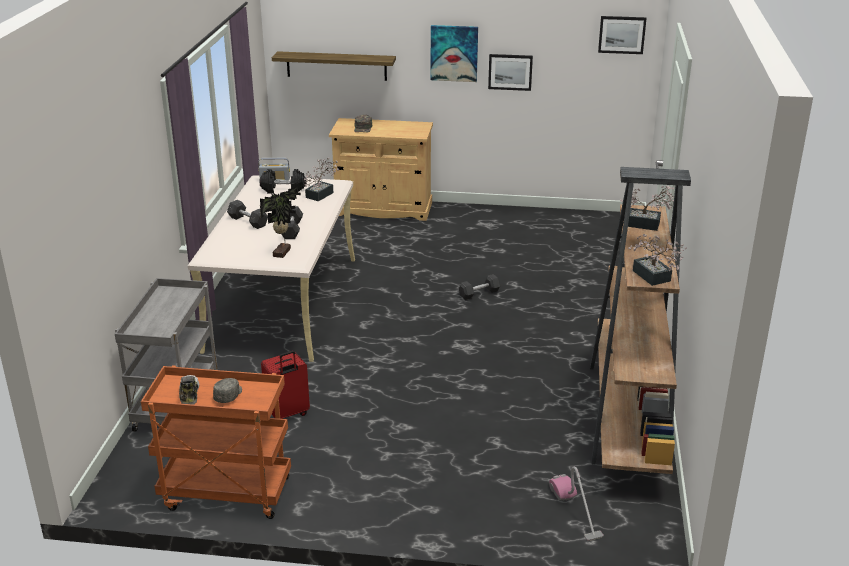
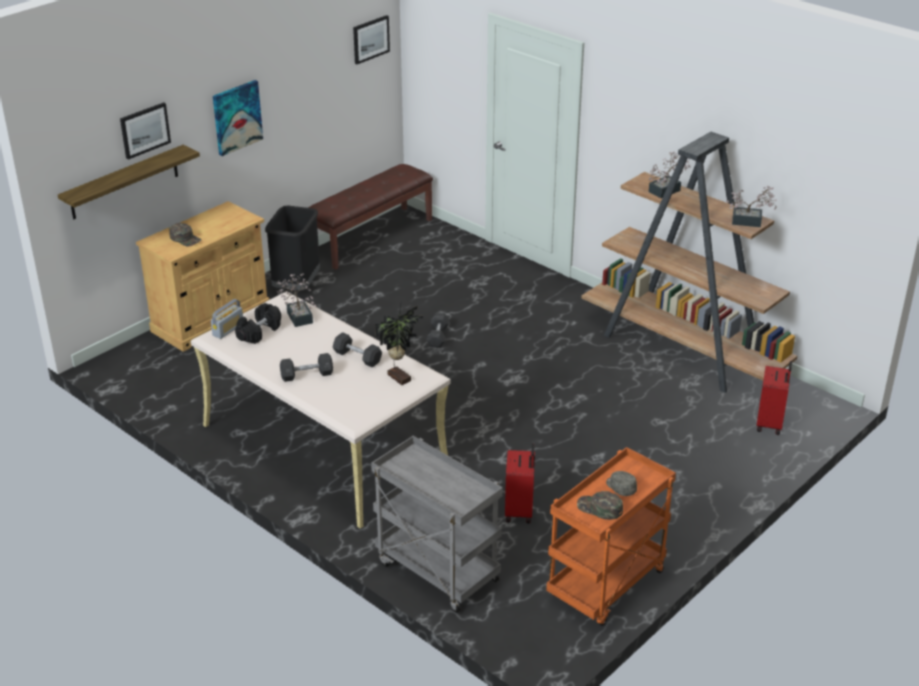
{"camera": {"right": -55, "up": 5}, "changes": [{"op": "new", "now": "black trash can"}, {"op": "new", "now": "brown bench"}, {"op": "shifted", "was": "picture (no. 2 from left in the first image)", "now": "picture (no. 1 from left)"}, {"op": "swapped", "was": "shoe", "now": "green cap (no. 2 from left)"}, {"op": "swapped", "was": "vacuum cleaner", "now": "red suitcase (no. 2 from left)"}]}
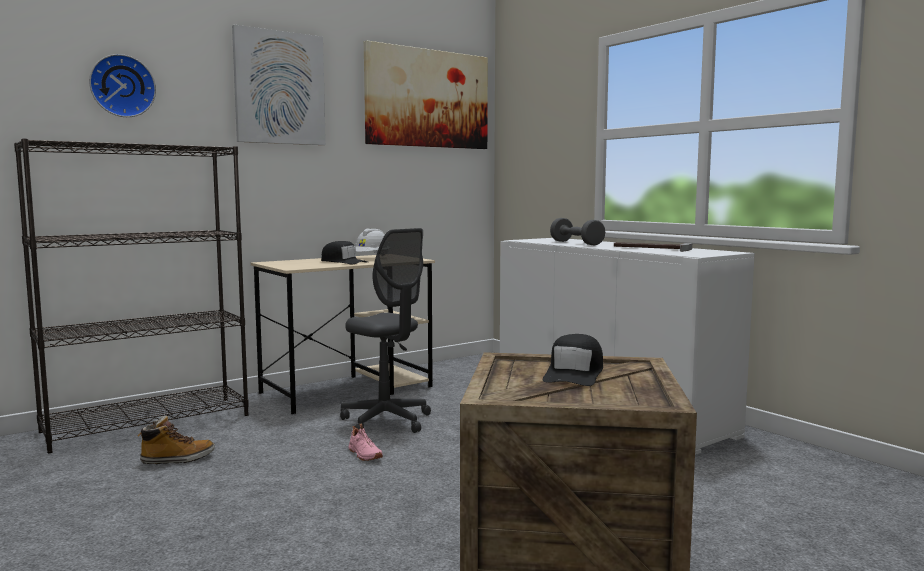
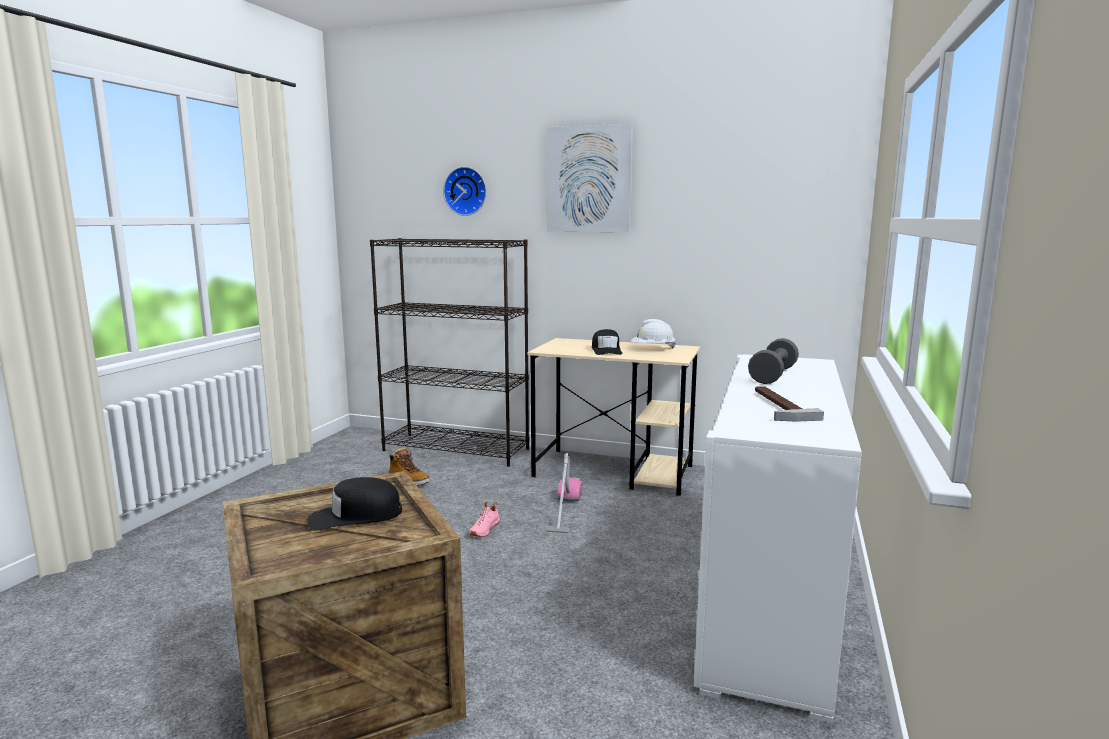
{"camera": {"right": 55, "up": 5}, "changes": [{"op": "gone", "was": "picture (no. 2 from left)"}, {"op": "swapped", "was": "grey office chair", "now": "vacuum cleaner"}]}
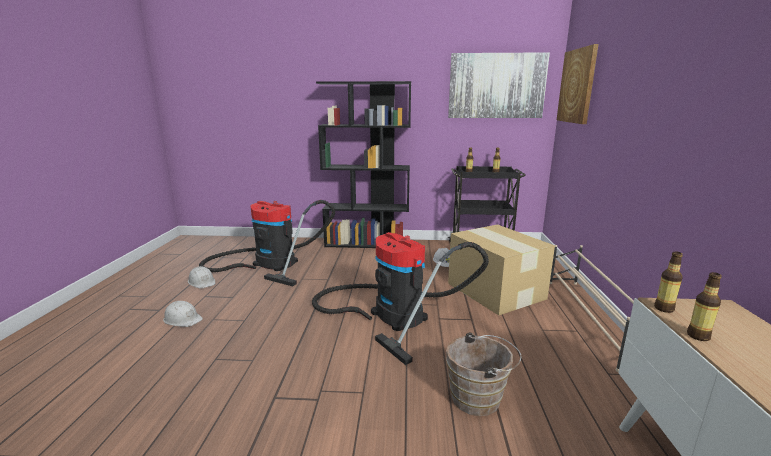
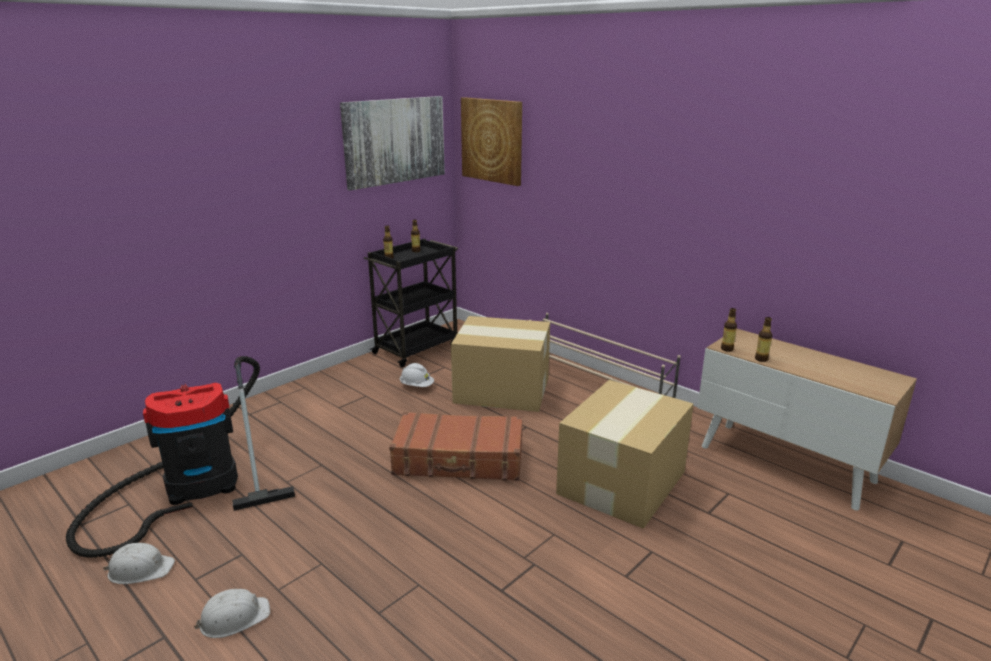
{"camera": {"right": -50, "up": 5}, "changes": [{"op": "gone", "was": "black bookcase"}, {"op": "swapped", "was": "vacuum cleaner (no. 2 from left)", "now": "brown suitcase"}, {"op": "swapped", "was": "brown bucket", "now": "cardboard box (no. 2 from left)"}]}
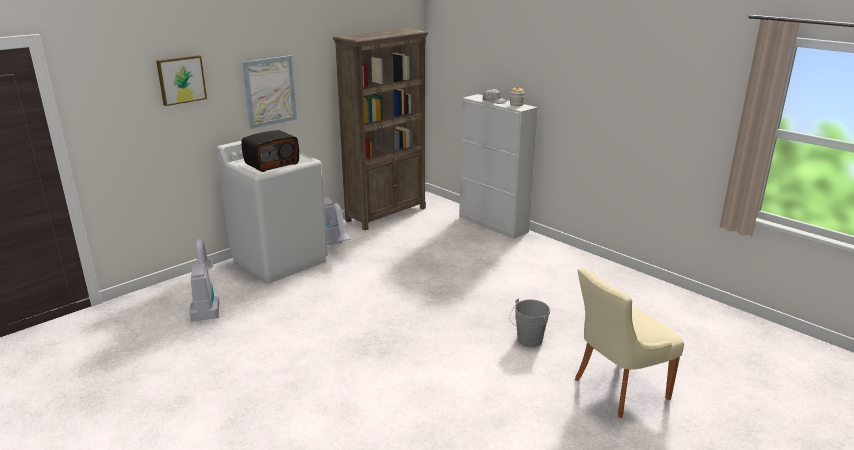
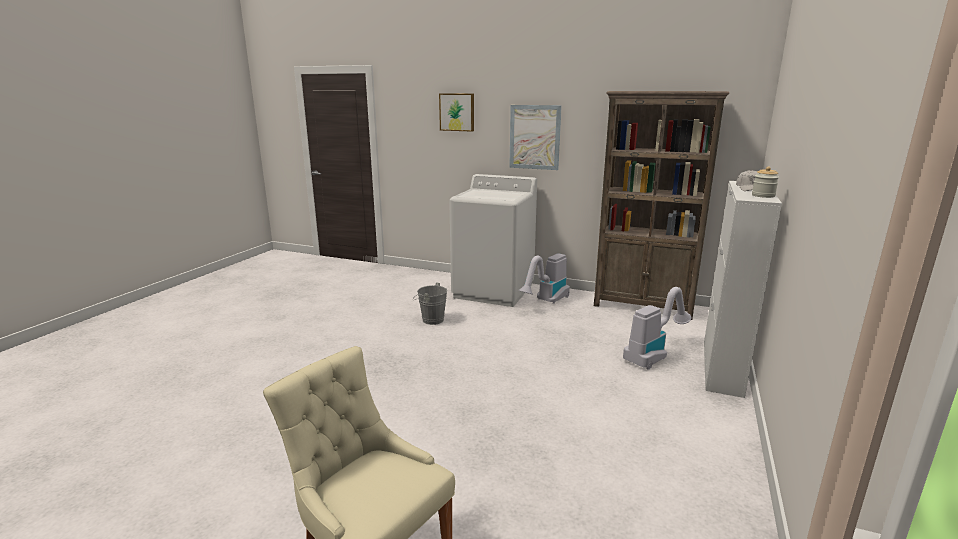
{"camera": {"right": 65, "up": -5}, "changes": [{"op": "gone", "was": "radio"}, {"op": "shifted", "was": "vacuum cleaner (no. 1 from left in the first image)", "now": "vacuum cleaner (no. 2 from left)"}, {"op": "shifted", "was": "grey bucket"}]}
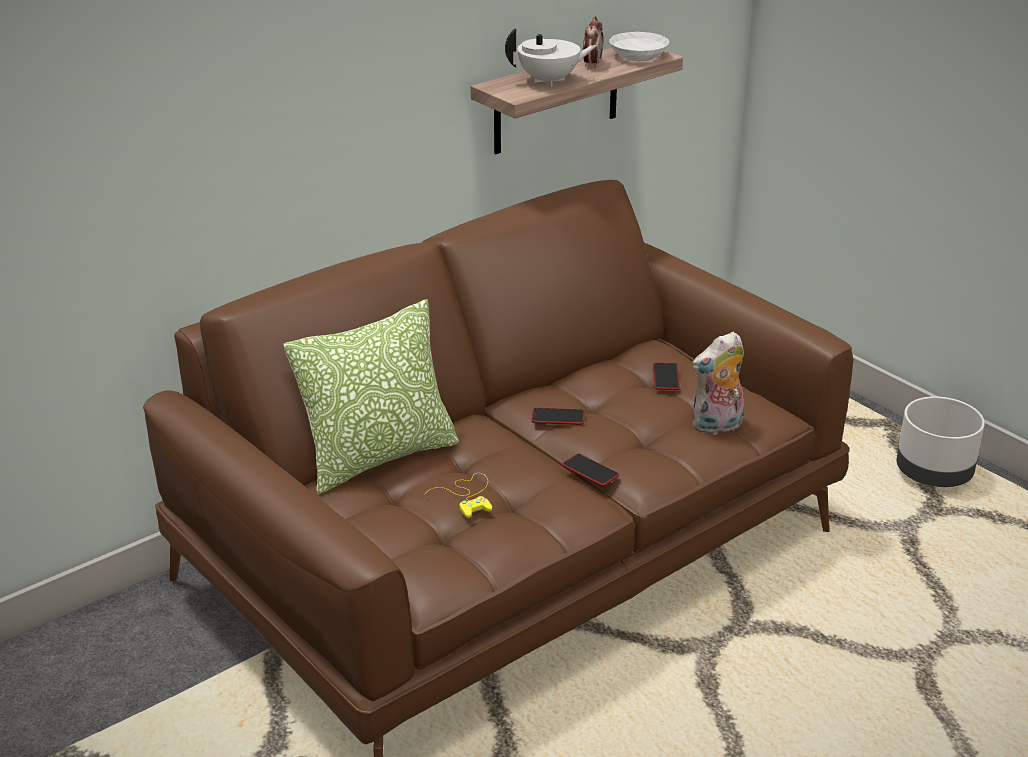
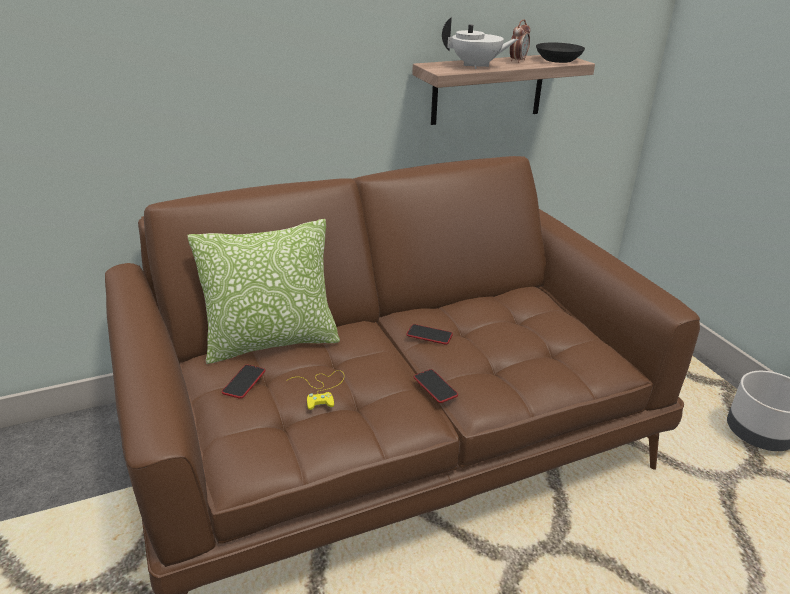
{"camera": {"right": 15, "up": 0}, "changes": [{"op": "gone", "was": "plush toy"}, {"op": "shifted", "was": "phone (no. 3 from left in the first image)", "now": "phone (no. 1 from left)"}, {"op": "repainted", "was": "white bowl", "now": "black bowl"}]}
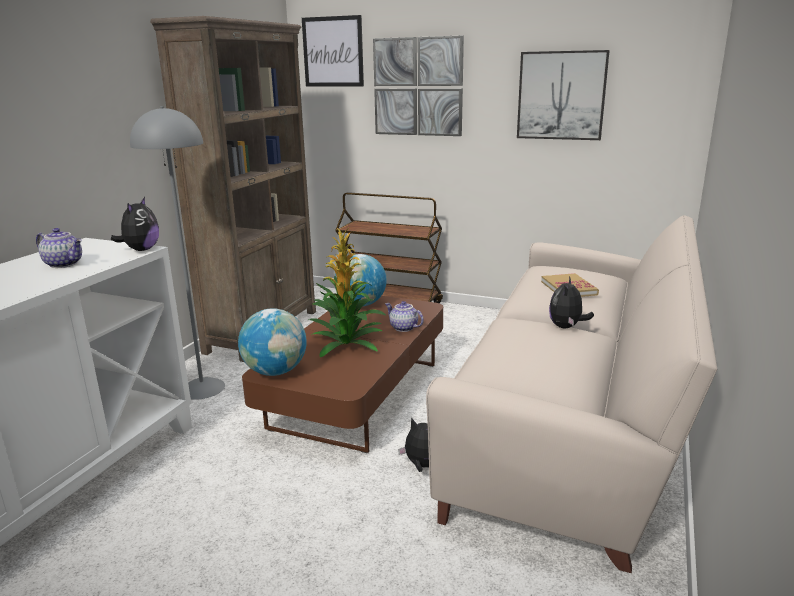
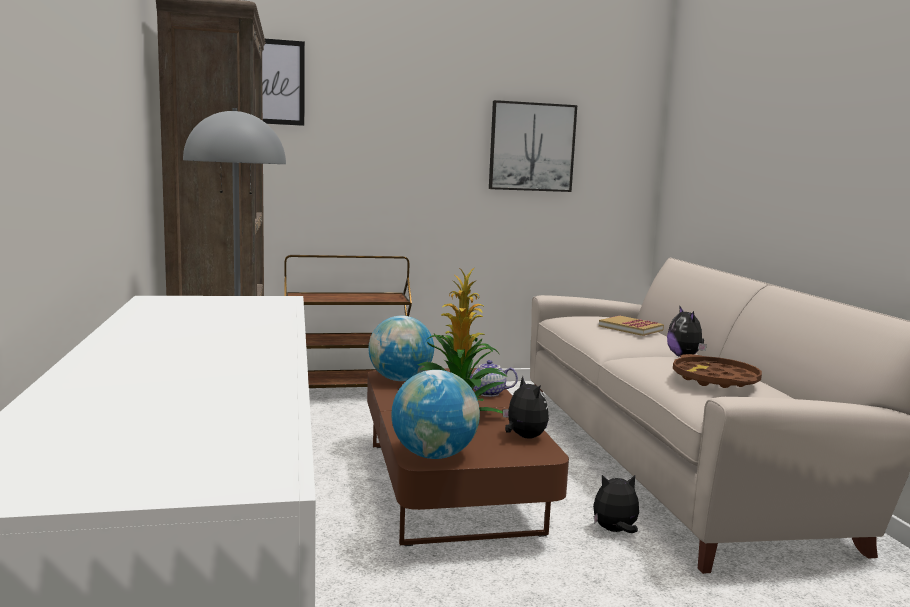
{"camera": {"right": -35, "up": -10}, "changes": [{"op": "gone", "was": "teapot (no. 1 from left)"}, {"op": "gone", "was": "picture (no. 2 from left)"}, {"op": "new", "now": "brown tray"}, {"op": "shifted", "was": "plush toy (no. 1 from left)"}]}
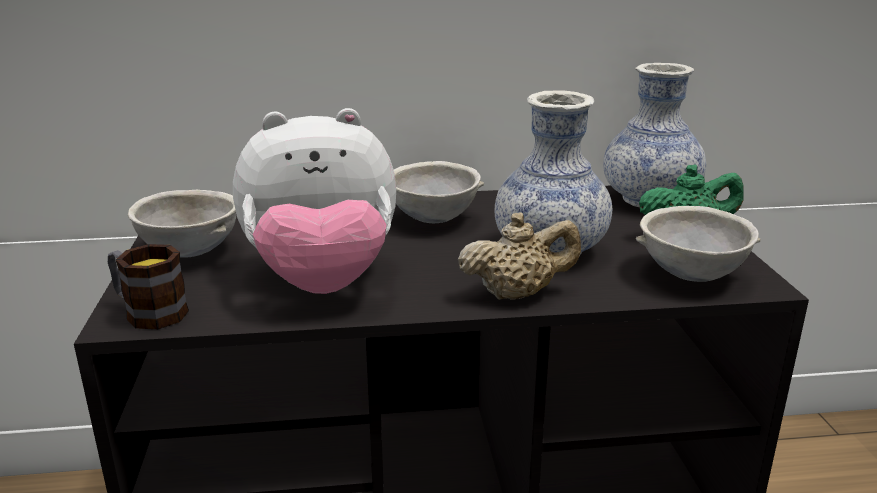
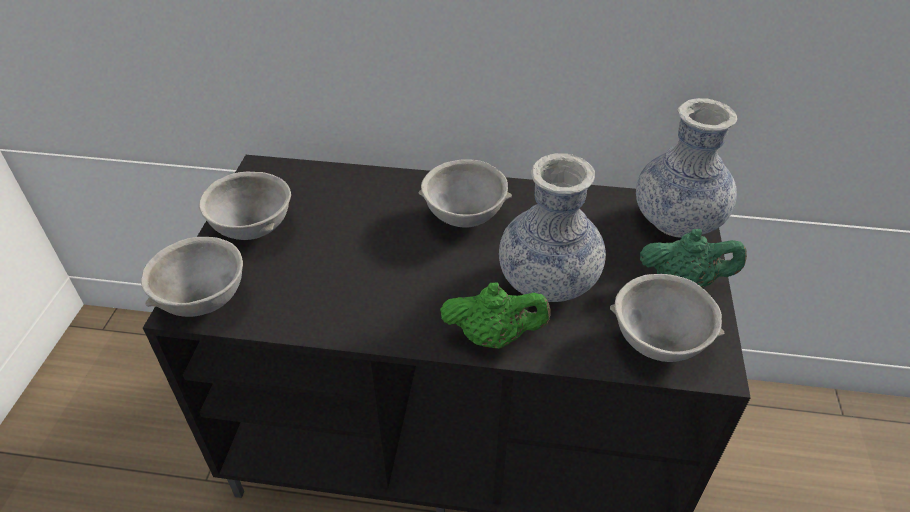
{"camera": {"right": 15, "up": 20}, "changes": [{"op": "gone", "was": "plush toy"}, {"op": "swapped", "was": "mug", "now": "grey bowl (no. 1 from left)"}, {"op": "repainted", "was": "beige teapot", "now": "green teapot (no. 1 from left)"}]}
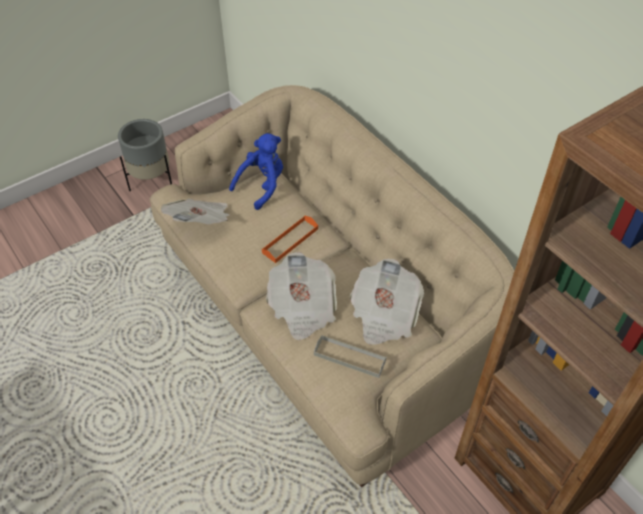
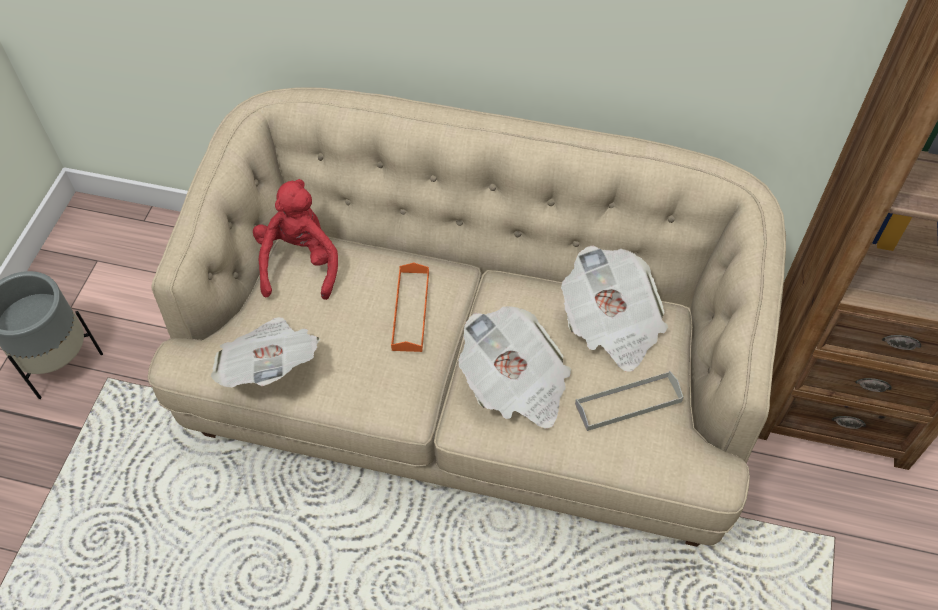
{"camera": {"right": -40, "up": 5}, "changes": [{"op": "repainted", "was": "blue plush toy", "now": "red plush toy"}]}
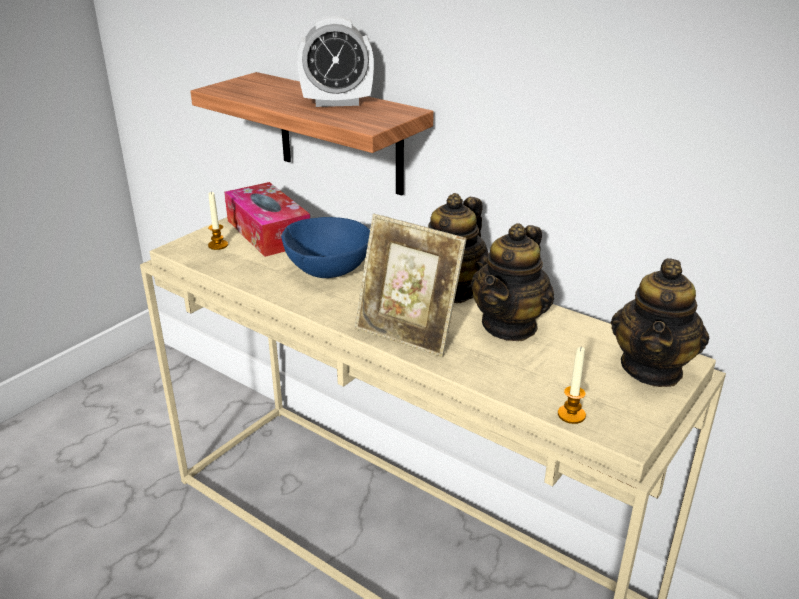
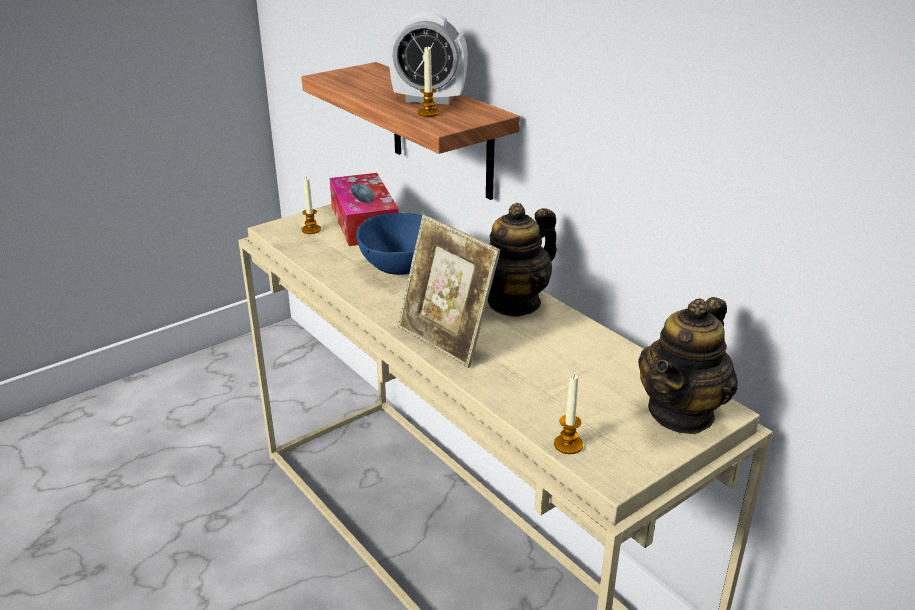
{"camera": {"right": 15, "up": 0}, "changes": [{"op": "gone", "was": "teapot (no. 2 from left)"}, {"op": "new", "now": "candle (no. 2 from left)"}]}
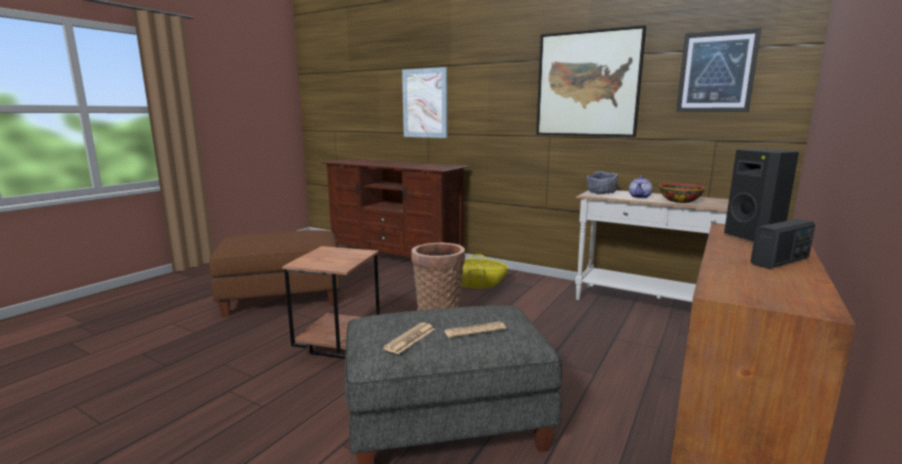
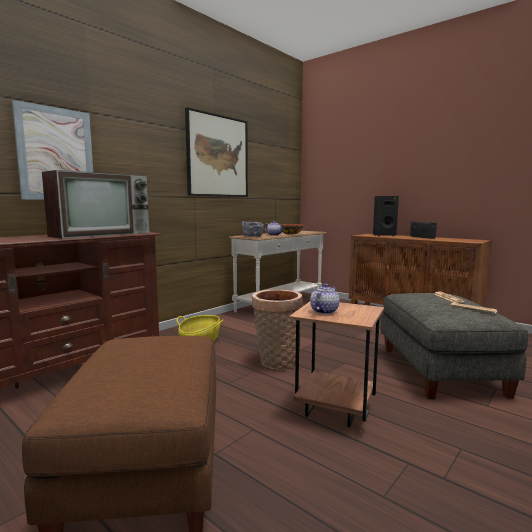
{"camera": {"right": -80, "up": -5}, "changes": [{"op": "gone", "was": "picture (no. 3 from left)"}, {"op": "new", "now": "television"}, {"op": "new", "now": "teapot (no. 2 from left)"}]}
